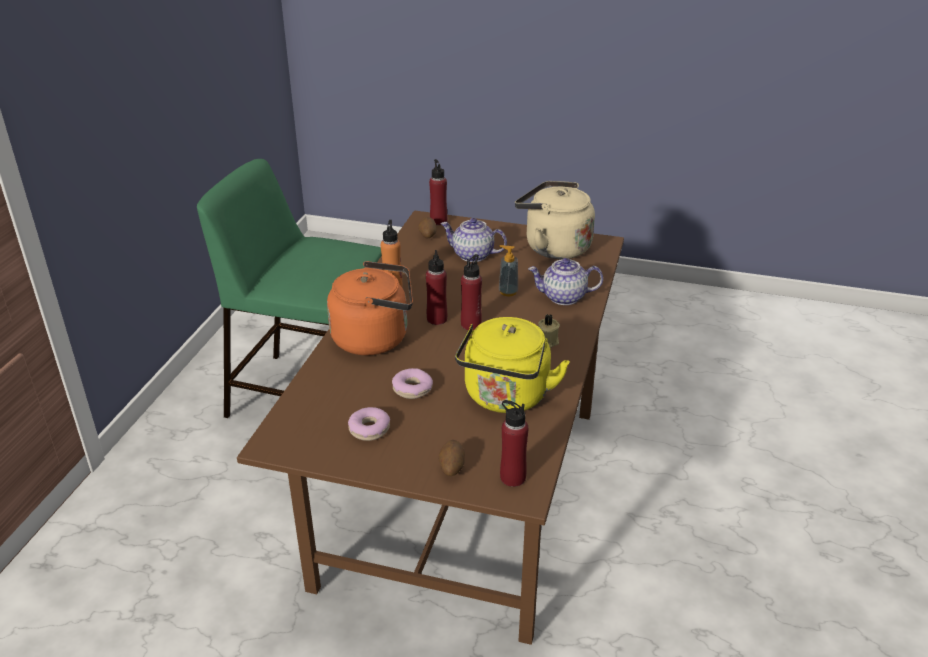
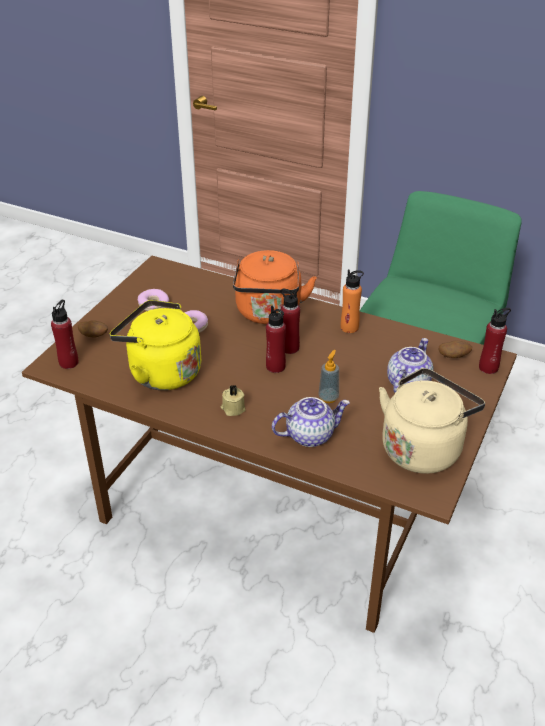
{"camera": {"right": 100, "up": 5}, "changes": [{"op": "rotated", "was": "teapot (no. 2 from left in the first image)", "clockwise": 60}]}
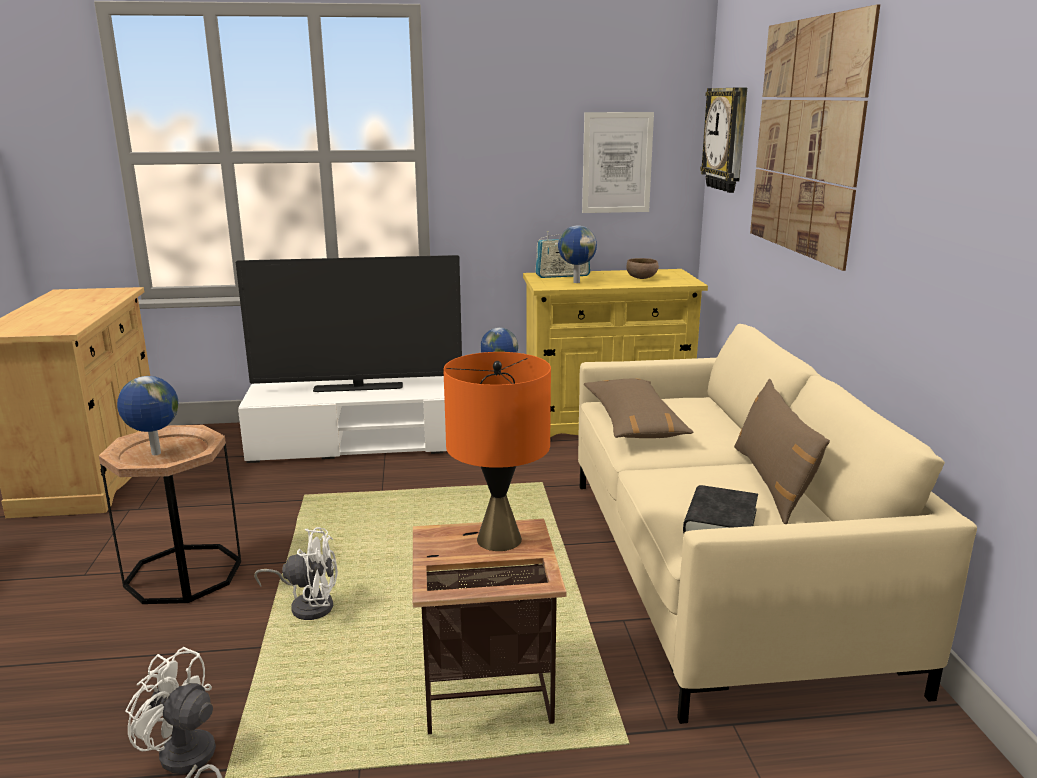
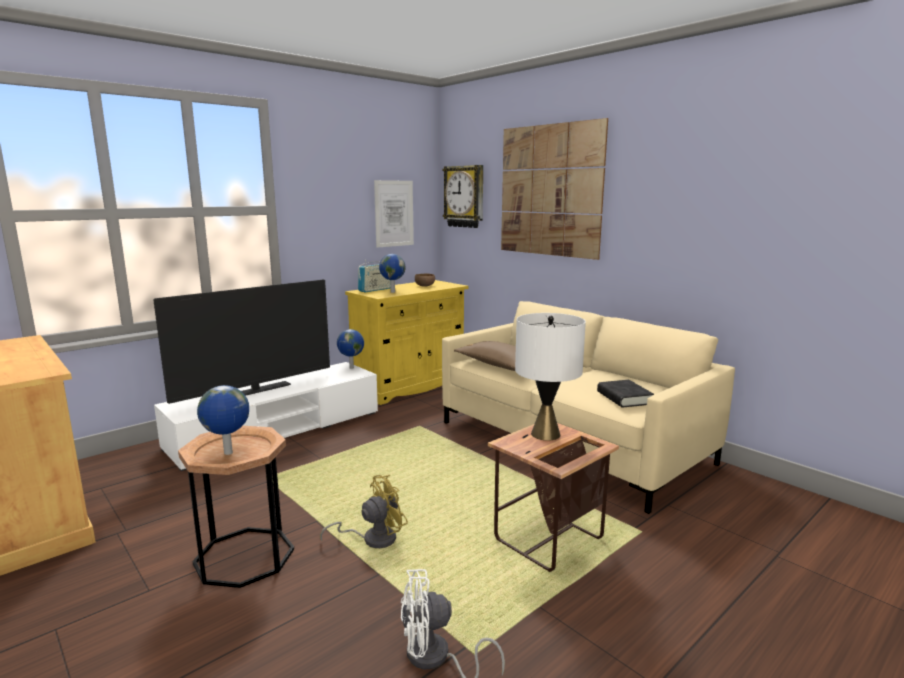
{"camera": {"right": -35, "up": -5}, "changes": [{"op": "gone", "was": "brown pillow (no. 2 from left)"}, {"op": "repainted", "was": "white fan (no. 2 from left)", "now": "yellow fan"}, {"op": "repainted", "was": "orange table lamp", "now": "white table lamp"}]}
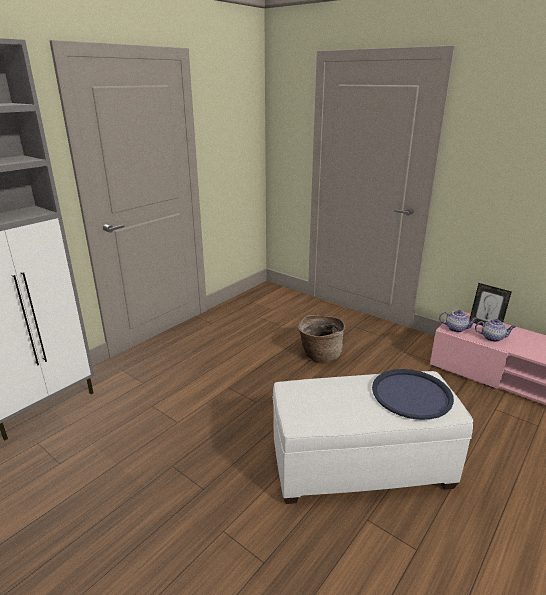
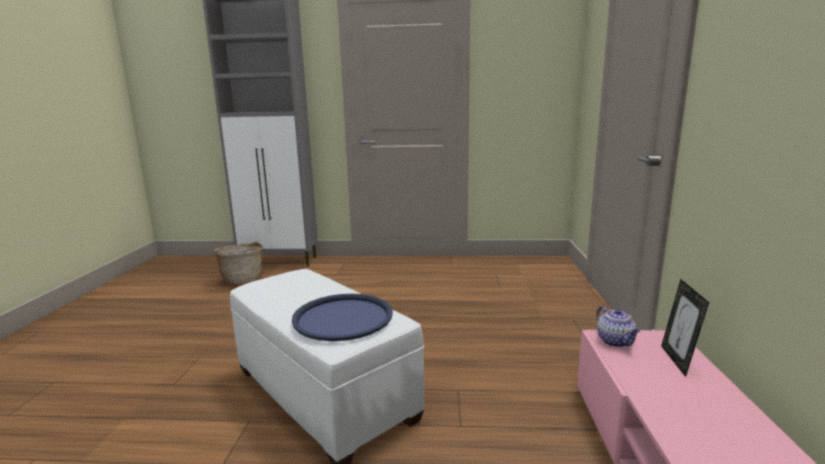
{"camera": {"right": 55, "up": -10}, "changes": [{"op": "gone", "was": "teapot (no. 2 from left)"}, {"op": "shifted", "was": "basket"}]}
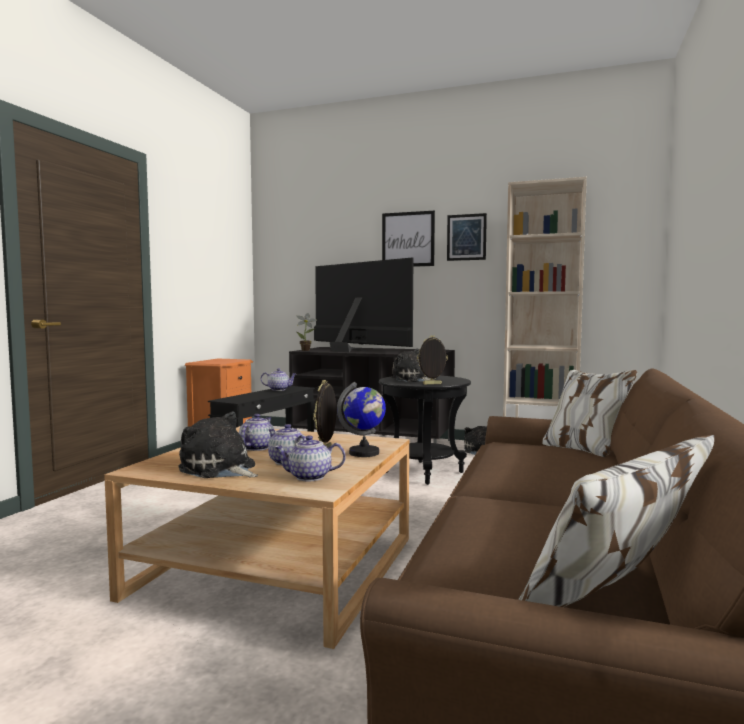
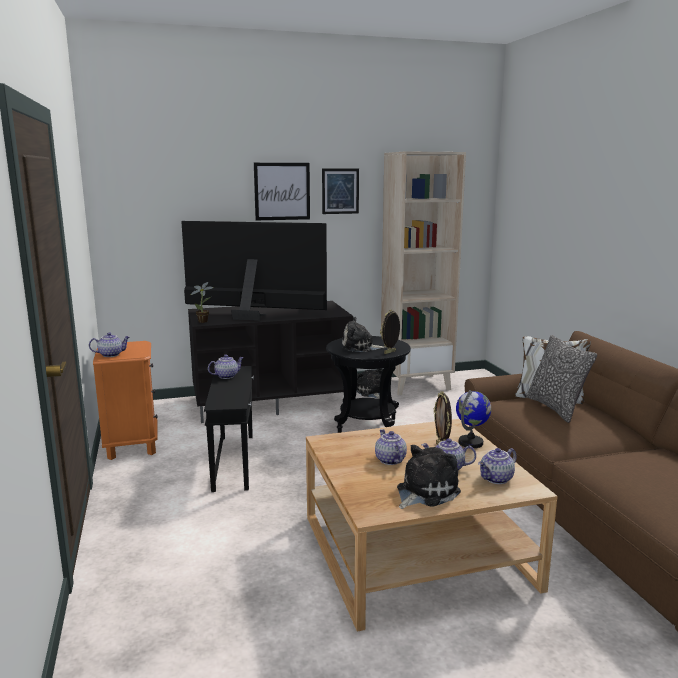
{"camera": {"right": -35, "up": 10}, "changes": [{"op": "new", "now": "teapot (no. 1 from left)"}, {"op": "new", "now": "pillow"}, {"op": "rotated", "was": "plush toy (no. 1 from left in the first image)", "clockwise": 135}]}
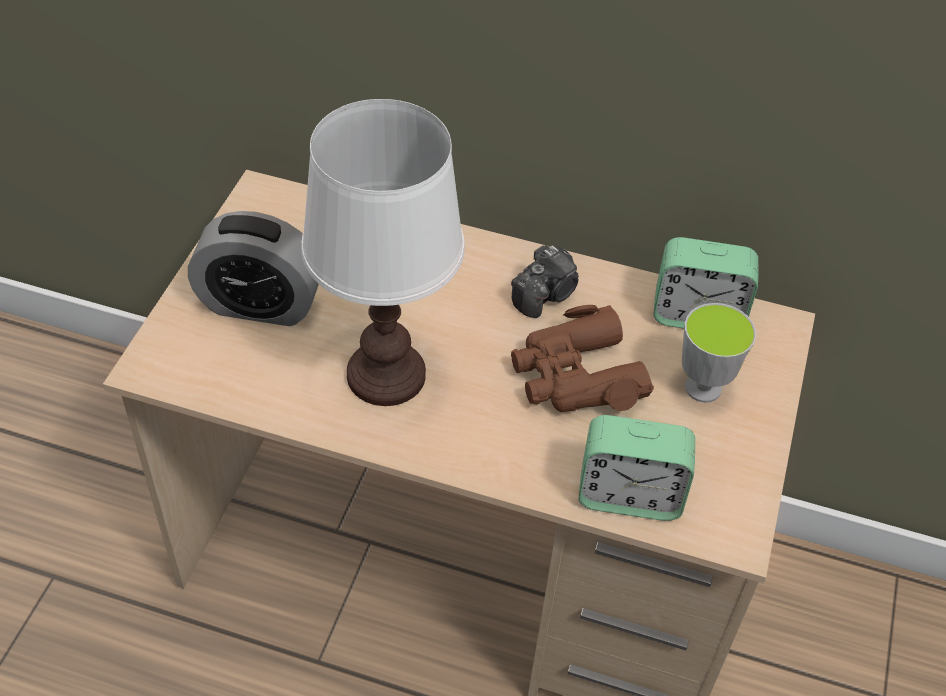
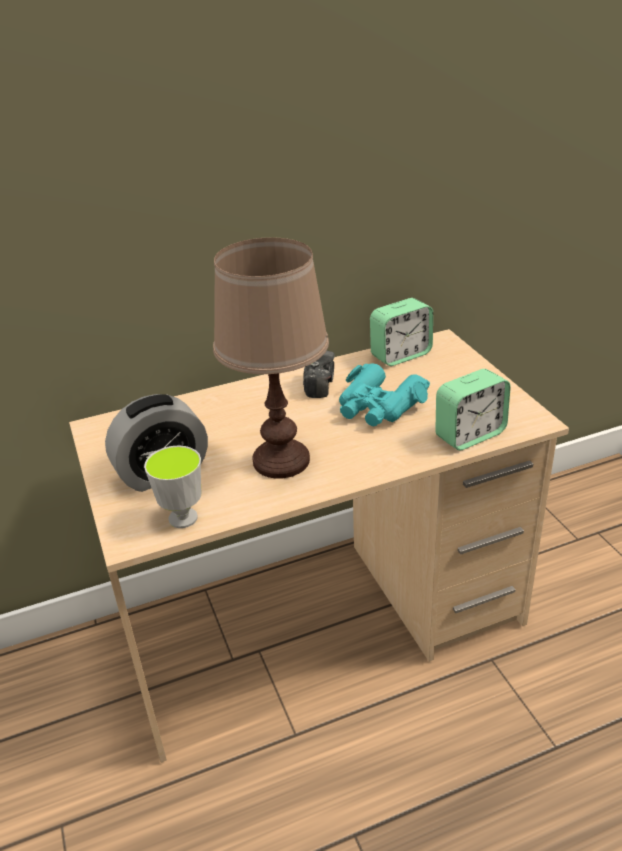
{"camera": {"right": -35, "up": -15}, "changes": [{"op": "shifted", "was": "cup"}, {"op": "repainted", "was": "white table lamp", "now": "brown table lamp"}, {"op": "repainted", "was": "brown binoculars", "now": "turquoise binoculars"}]}
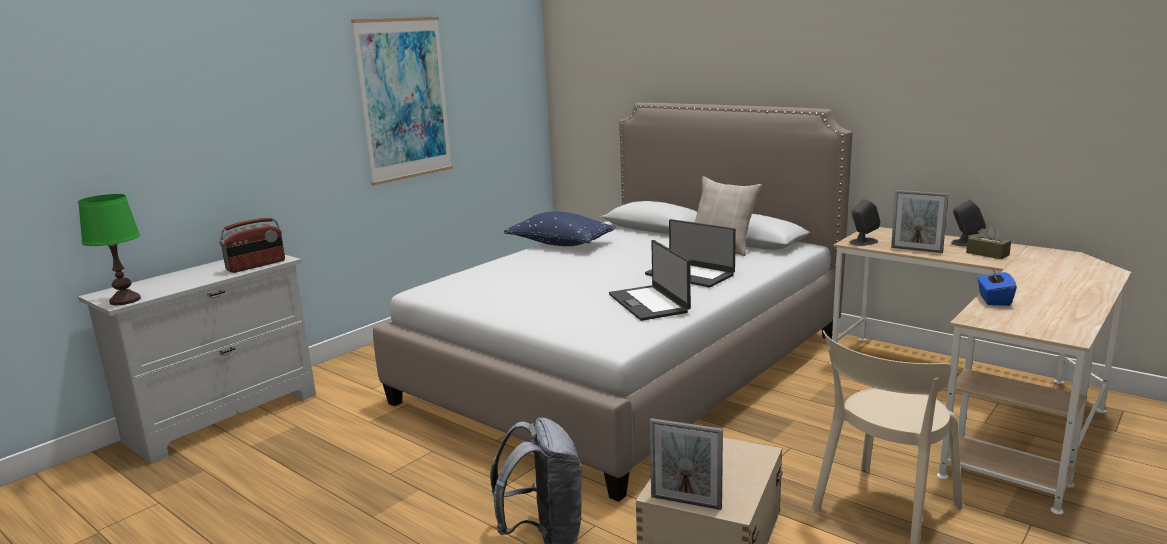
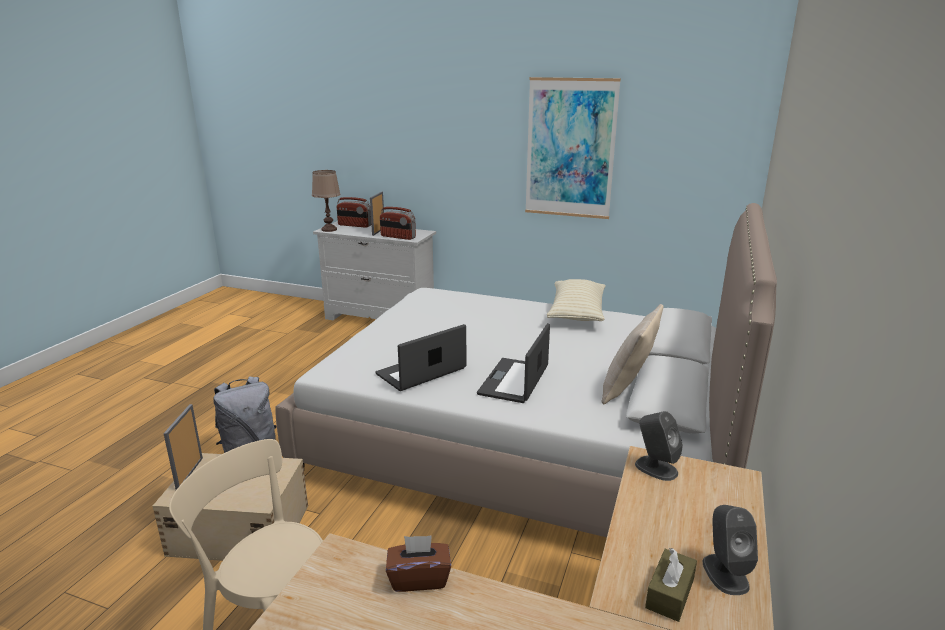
{"camera": {"right": 70, "up": 5}, "changes": [{"op": "new", "now": "radio (no. 1 from left)"}, {"op": "shifted", "was": "picture frame (no. 2 from left)"}, {"op": "repainted", "was": "green table lamp", "now": "brown table lamp"}, {"op": "repainted", "was": "blue pillow", "now": "beige pillow (no. 1 from left)"}, {"op": "repainted", "was": "blue tissue box", "now": "brown tissue box (no. 1 from left)"}]}
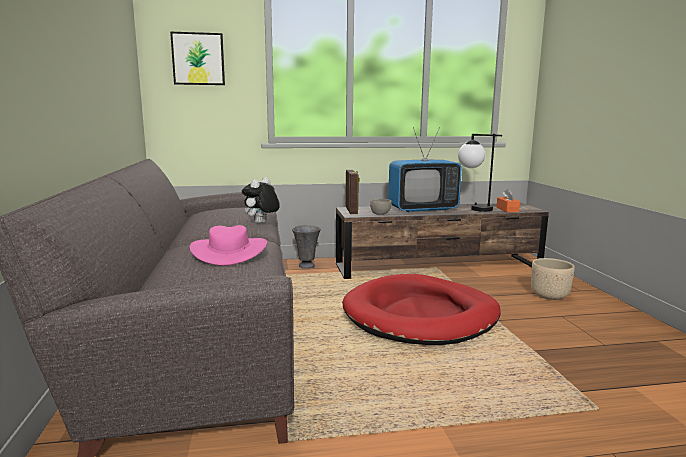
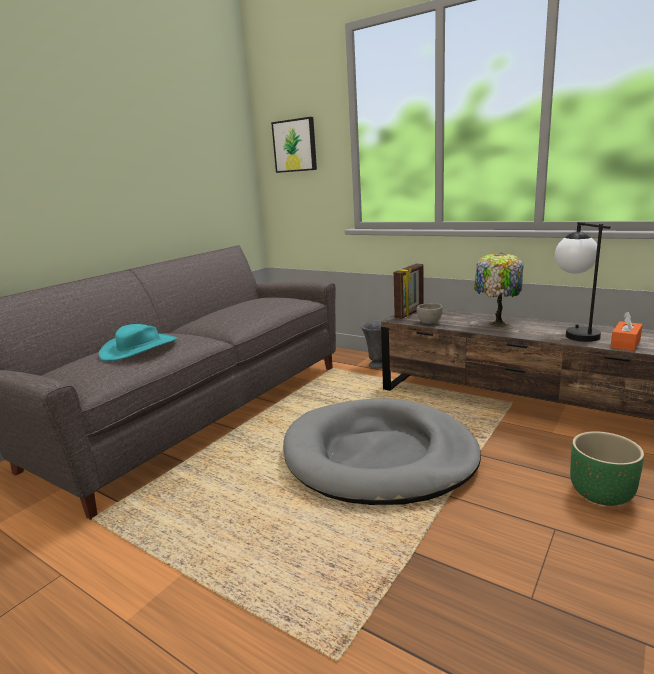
{"camera": {"right": 45, "up": 5}, "changes": [{"op": "gone", "was": "plush toy"}, {"op": "swapped", "was": "television", "now": "table lamp (no. 1 from left)"}, {"op": "repainted", "was": "pink hat", "now": "turquoise hat"}, {"op": "repainted", "was": "red dog bed", "now": "grey dog bed"}, {"op": "repainted", "was": "beige planter", "now": "green planter"}]}
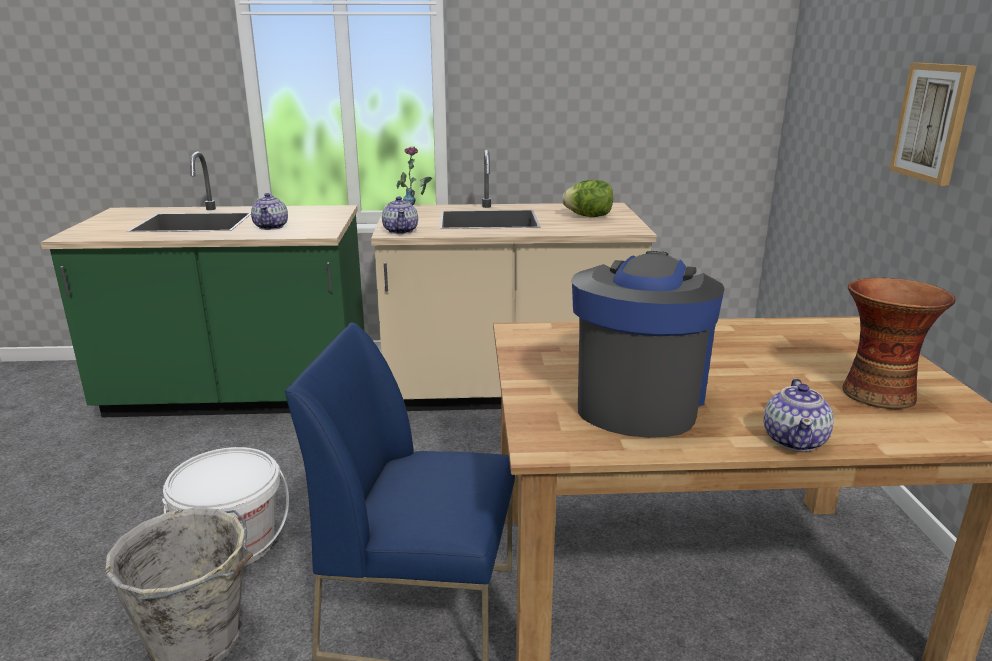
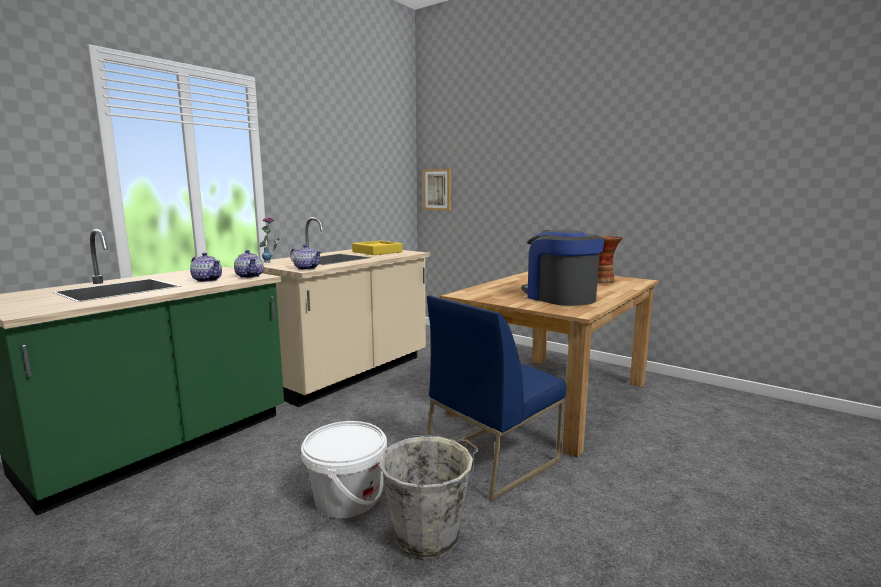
{"camera": {"right": -50, "up": -10}, "changes": [{"op": "shifted", "was": "teapot (no. 3 from left in the first image)", "now": "teapot (no. 2 from left)"}, {"op": "shifted", "was": "picture"}, {"op": "swapped", "was": "lettuce", "now": "yellow tray"}]}
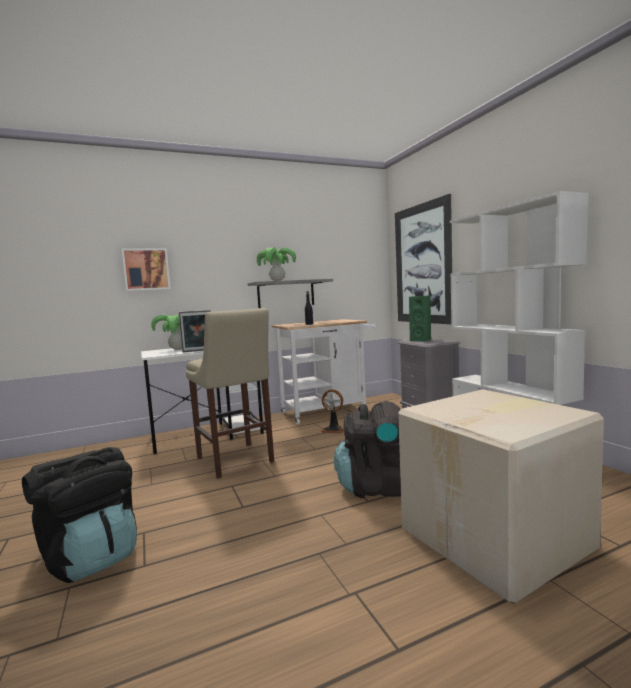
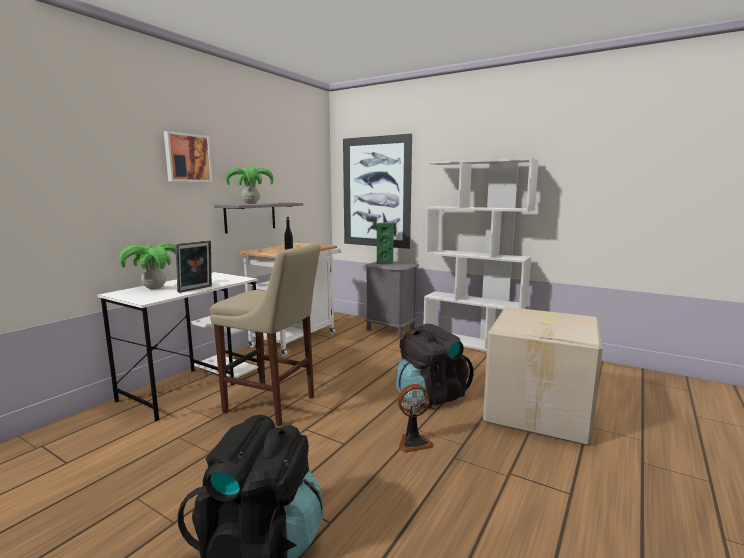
{"camera": {"right": -35, "up": 5}, "changes": [{"op": "shifted", "was": "picture (no. 1 from left)"}, {"op": "shifted", "was": "fan"}]}
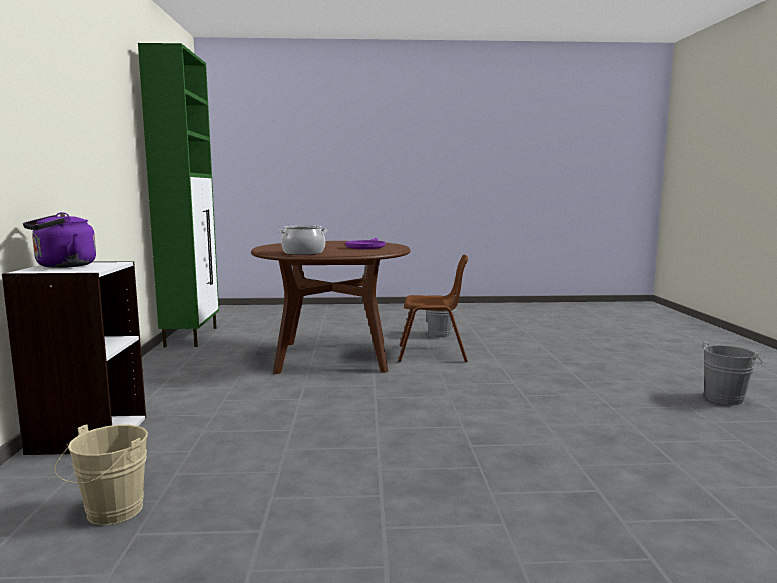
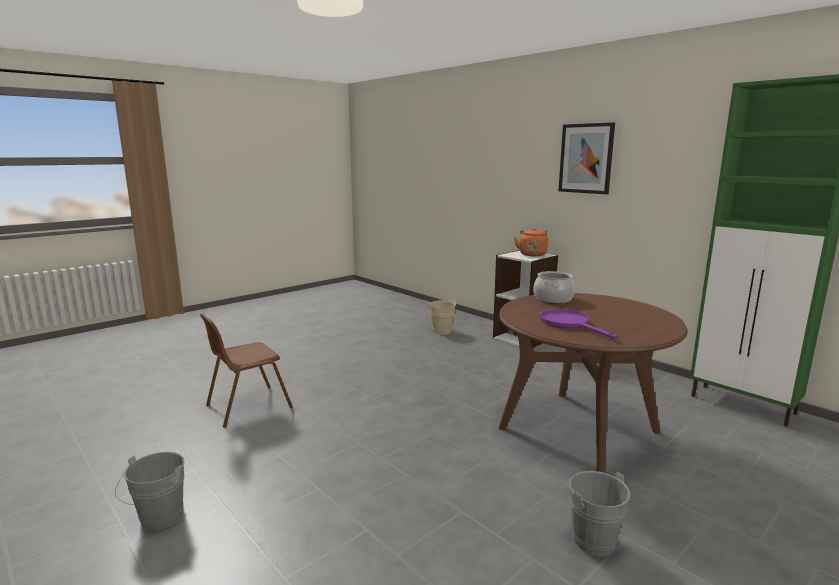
{"camera": {"right": 140, "up": 5}, "changes": [{"op": "new", "now": "picture"}, {"op": "shifted", "was": "brown chair"}, {"op": "repainted", "was": "purple kettle", "now": "orange kettle"}]}
